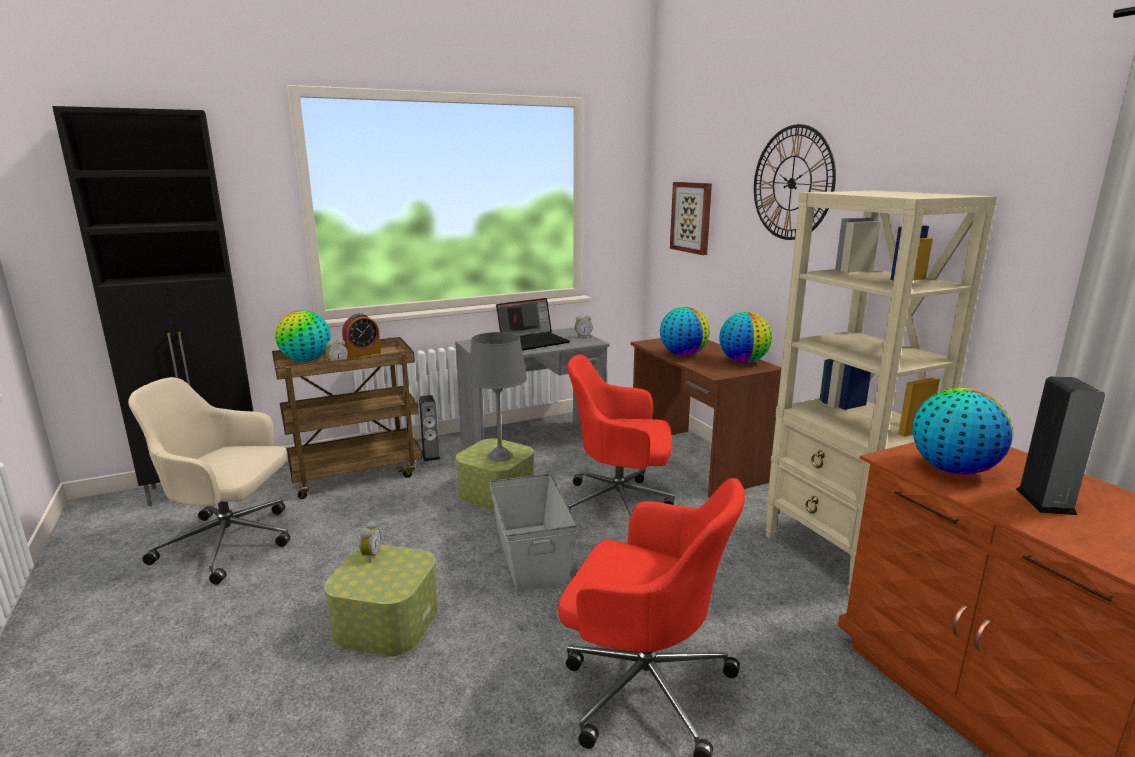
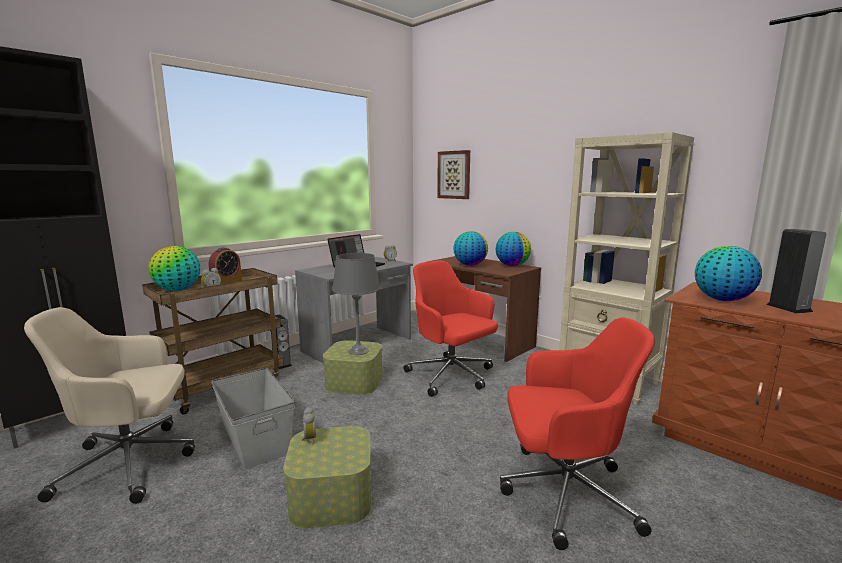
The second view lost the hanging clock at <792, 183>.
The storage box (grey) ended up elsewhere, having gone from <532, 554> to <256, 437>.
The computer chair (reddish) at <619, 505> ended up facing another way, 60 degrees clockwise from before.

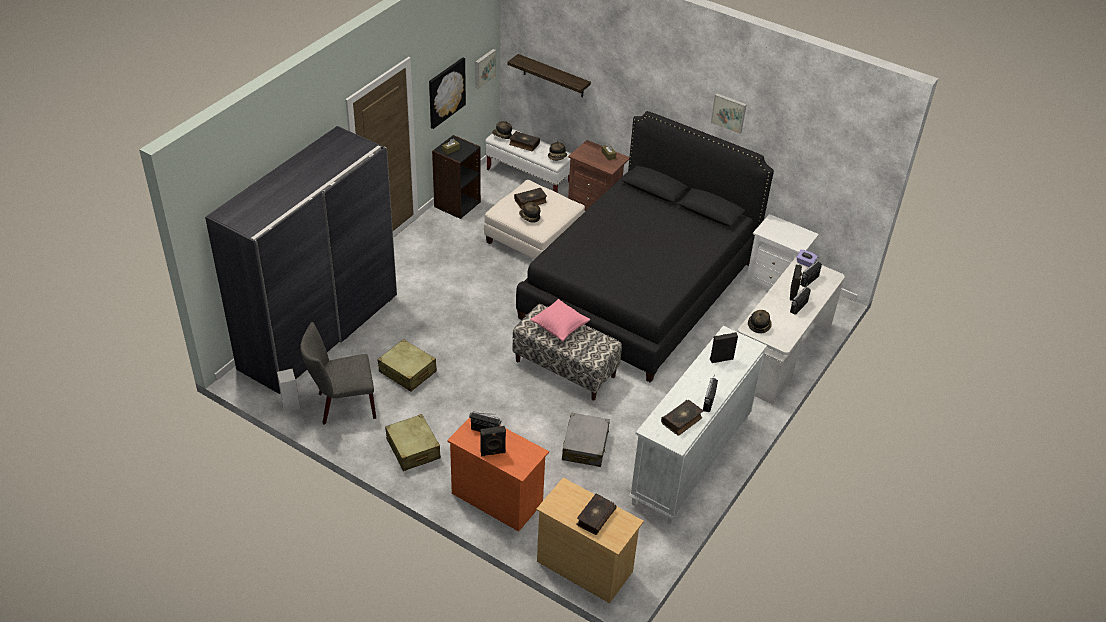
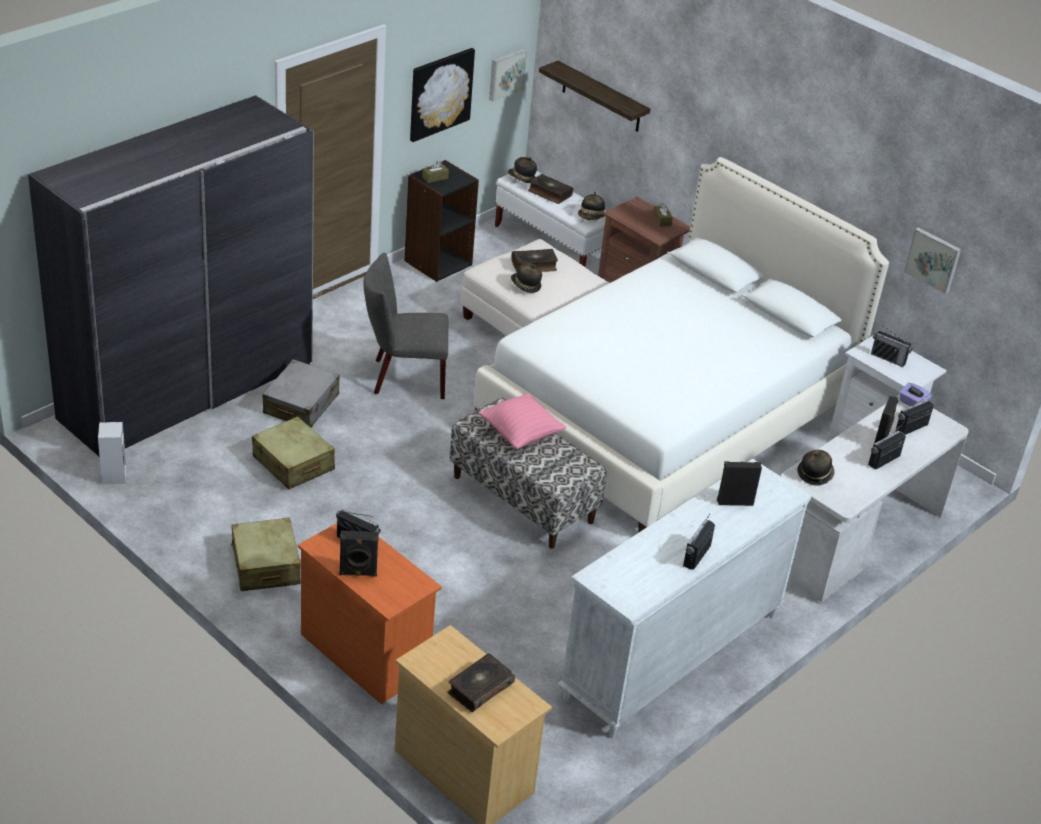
The second view lost the bound book at <682, 420>.
The second view gained the radio set at <888, 358>.
The plain chair (grey) ended up elsewhere, having gone from <342, 405> to <404, 378>.
The suitcase (grey) ended up elsewhere, having gone from <585, 446> to <301, 404>.
The wall picture ended up elsewhere, having gone from <729, 112> to <933, 259>.
What was the sleeping bed (black-coloured) at <639, 289> turned into the sleeping bed (white) at <666, 414>.

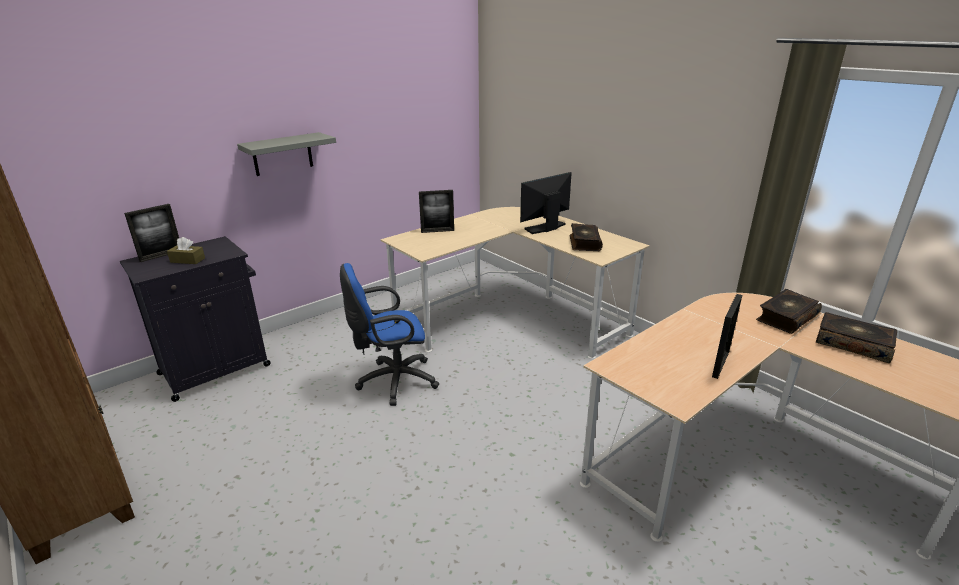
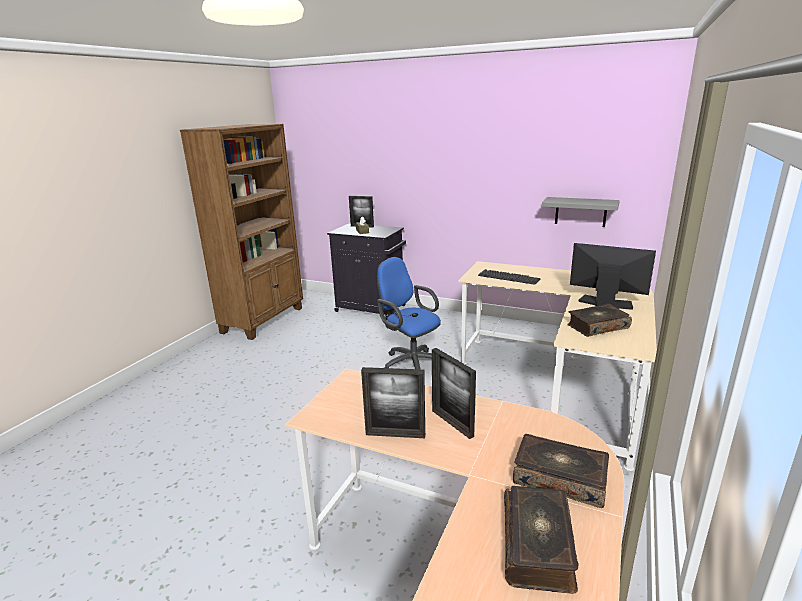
The second view gained the keyboard at <508, 277>.
The wall shelf (grey) ended up elsewhere, having gone from <282, 154> to <580, 211>.
The standing frame ended up elsewhere, having gone from <437, 231> to <452, 423>.

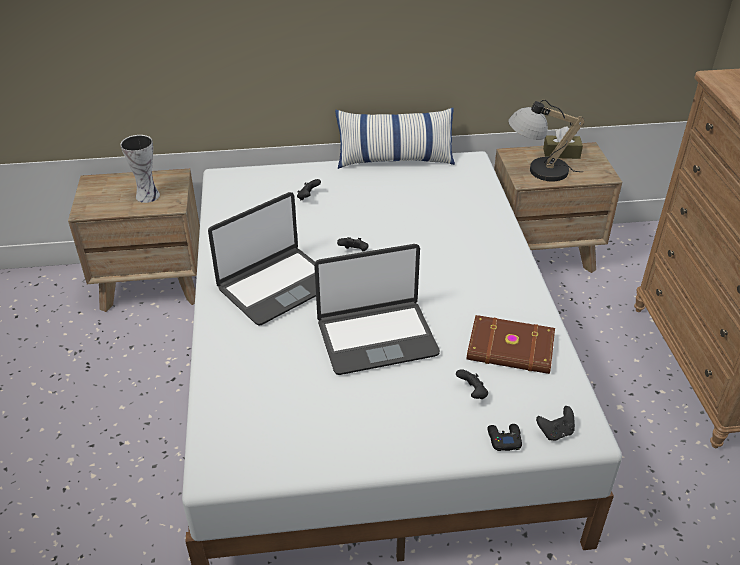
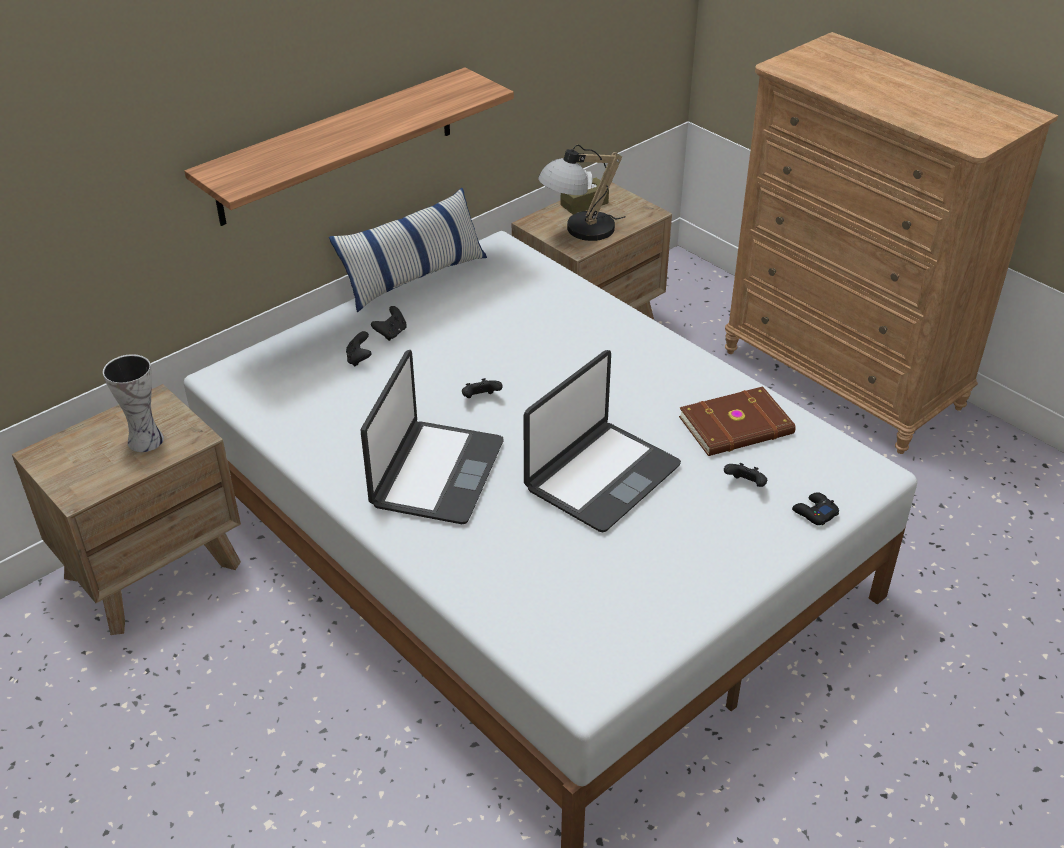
The second view gained the wall shelf at <337, 146>.
The game controller (black-coloured) ended up elsewhere, having gone from <555, 432> to <391, 333>.

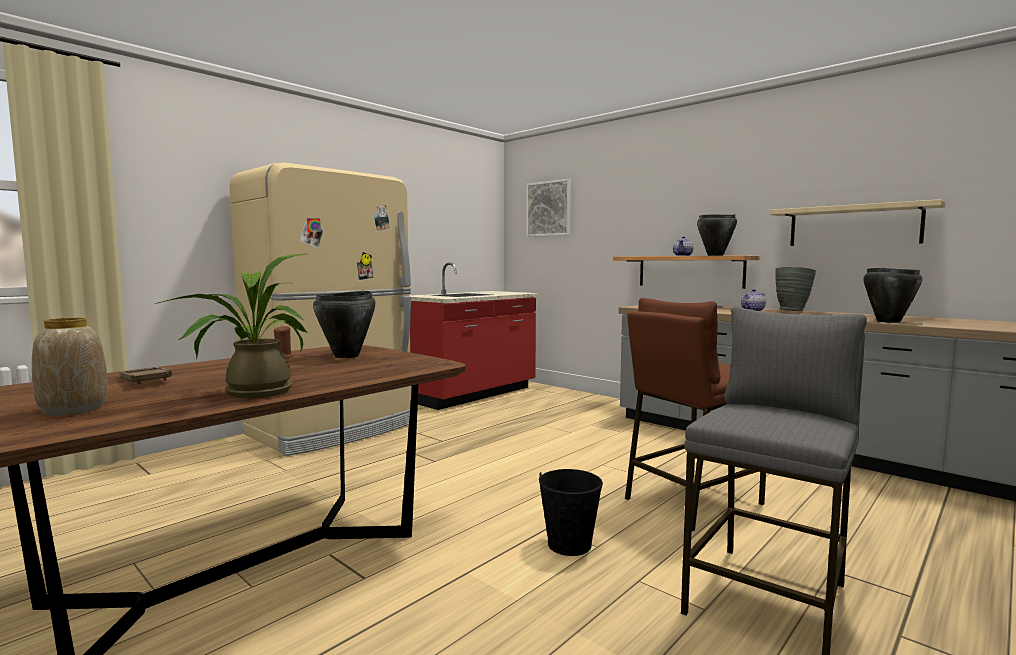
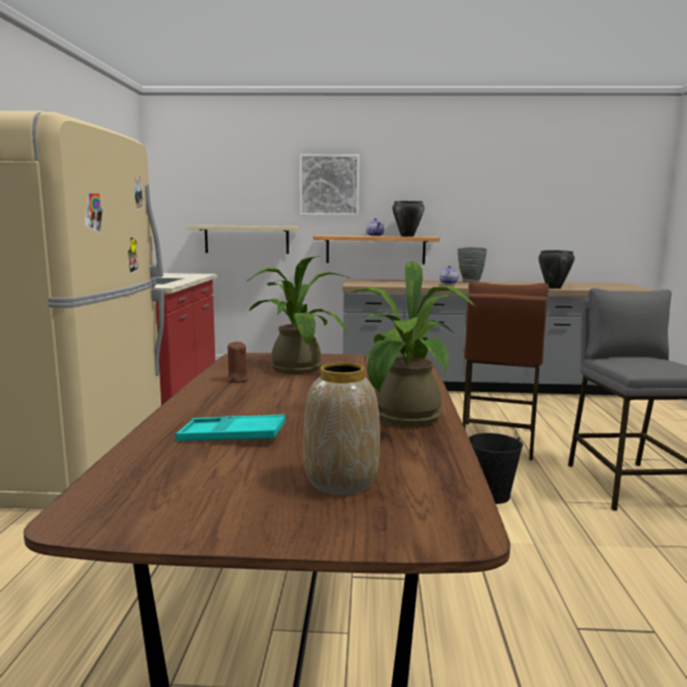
The wall picture ended up elsewhere, having gone from <549, 209> to <329, 185>.
The wall shelf (sand-coloured) ended up elsewhere, having gone from <853, 226> to <246, 239>.
Where the saucepot (black-coloured) stood at <347, 356>, the houseplant came to stand at <295, 367>.
What was the carrying tray (brownish) at <145, 380> turned into the carrying tray (turquoise-coloured) at <231, 436>.

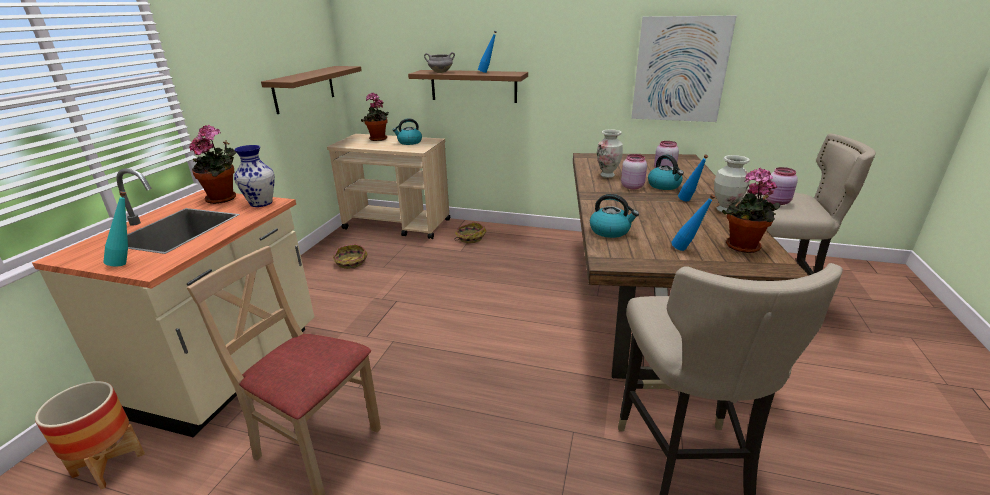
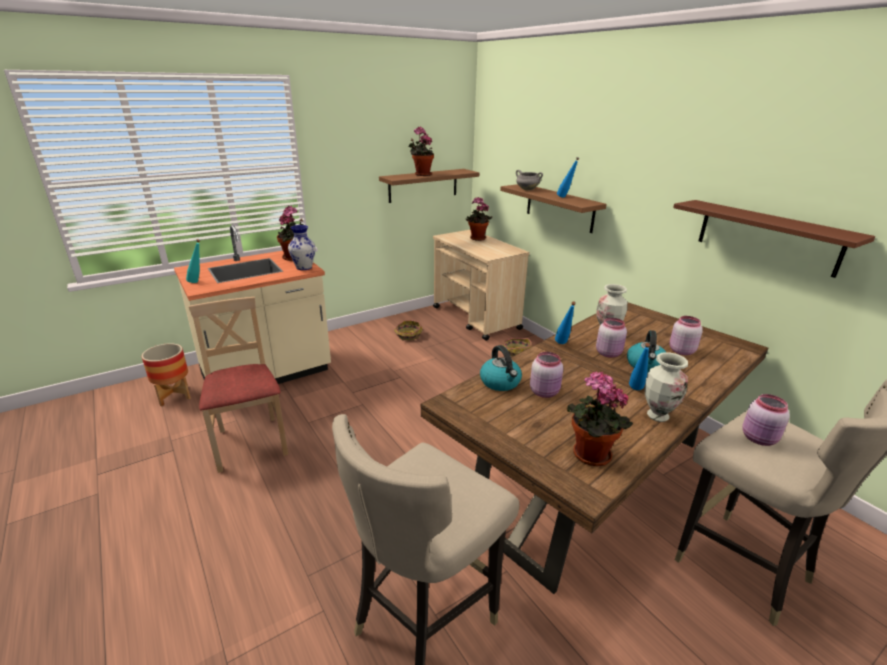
The second view lost the tea kettle at <409, 142>.
The second view gained the houseplant at <421, 174>.
The second view gained the preserve jar (pink) at <545, 392>.
The bottle (blue-coloured) ended up elsewhere, having gone from <687, 250> to <563, 345>.
Where the wall picture hung at <680, 70>, the wall shelf (brownish) came to hang at <767, 236>.

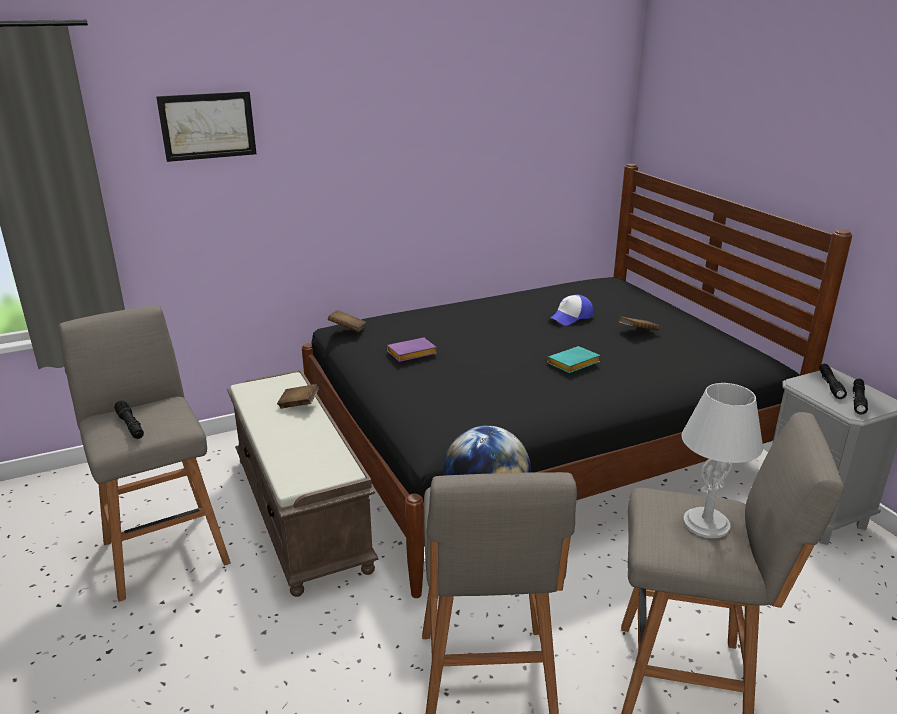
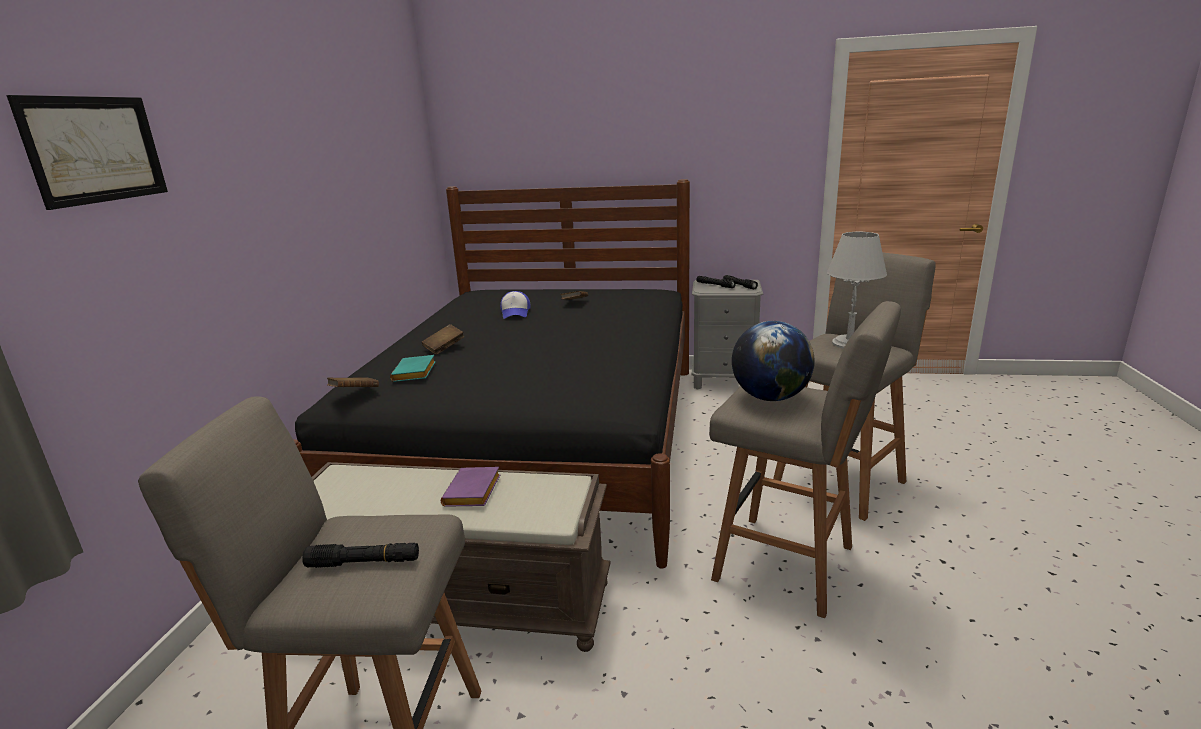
The bound book (brownish) ended up elsewhere, having gone from <299, 405> to <444, 348>.
The bound book (purple) ended up elsewhere, having gone from <411, 354> to <473, 493>.
The bound book (turquoise-coloured) ended up elsewhere, having gone from <573, 364> to <415, 373>.

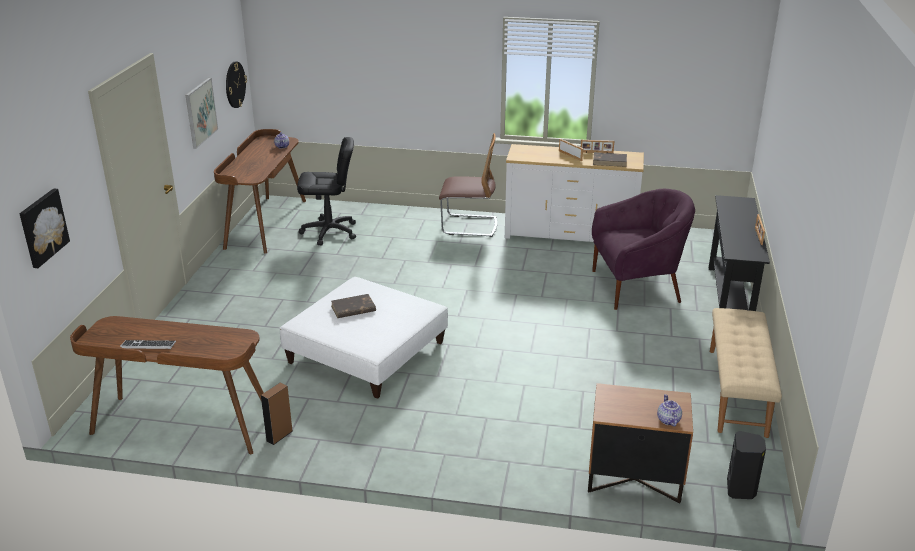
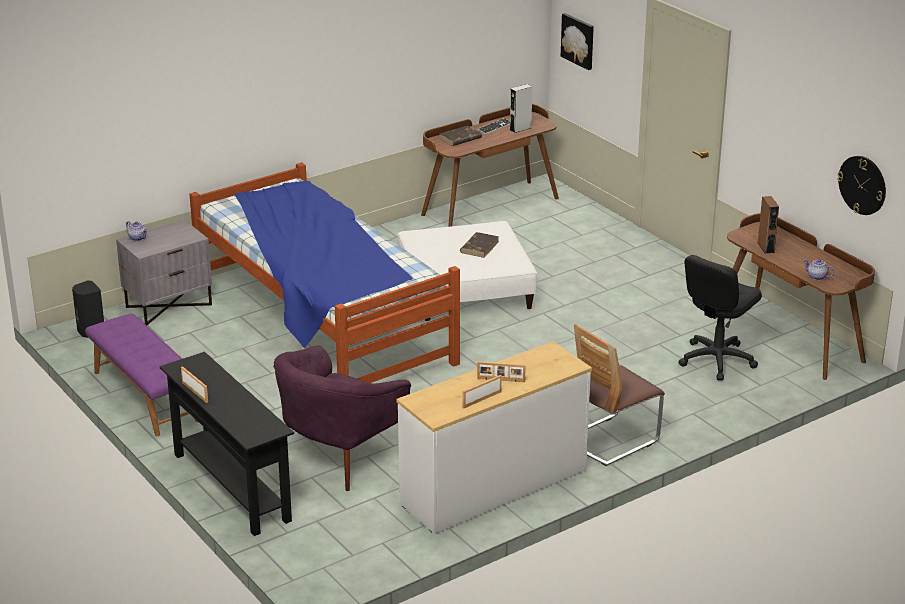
The second view lost the wall picture at <201, 112>.
The second view gained the sleeping bed at <321, 323>.
The second view gained the speaker (grey) at <520, 129>.
The speaker (brownish) ended up elsewhere, having gone from <279, 435> to <765, 247>.
The bound book (brownish) ended up elsewhere, having gone from <610, 161> to <460, 138>.
What was the nightstand (brownish) at <633, 479> turned into the nightstand (grey) at <168, 305>.
What was the long seat (sand-coloured) at <738, 391> turned into the long seat (purple) at <145, 396>.

